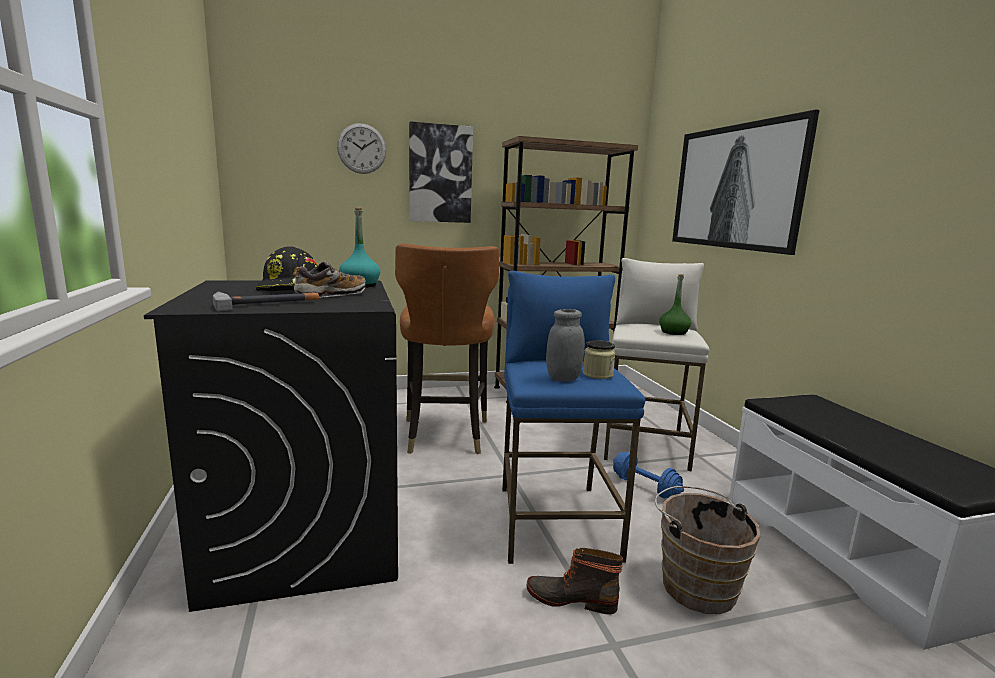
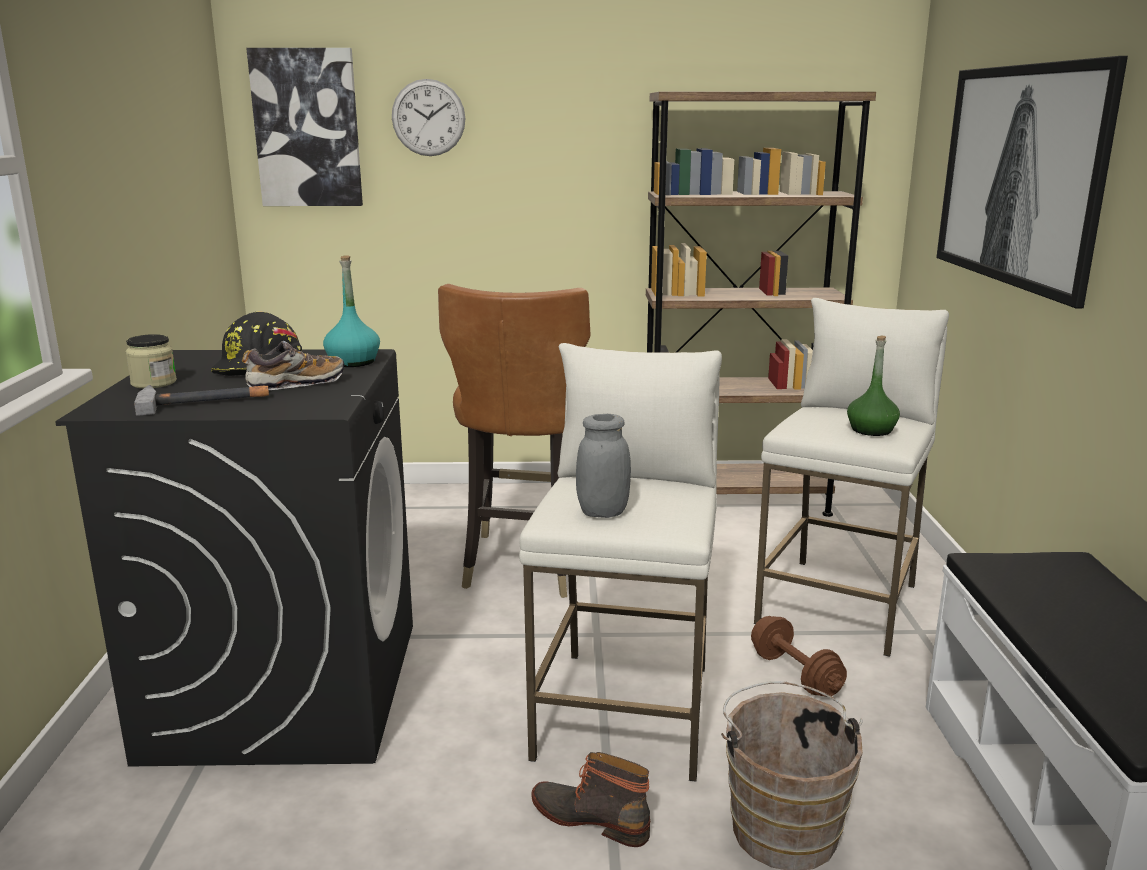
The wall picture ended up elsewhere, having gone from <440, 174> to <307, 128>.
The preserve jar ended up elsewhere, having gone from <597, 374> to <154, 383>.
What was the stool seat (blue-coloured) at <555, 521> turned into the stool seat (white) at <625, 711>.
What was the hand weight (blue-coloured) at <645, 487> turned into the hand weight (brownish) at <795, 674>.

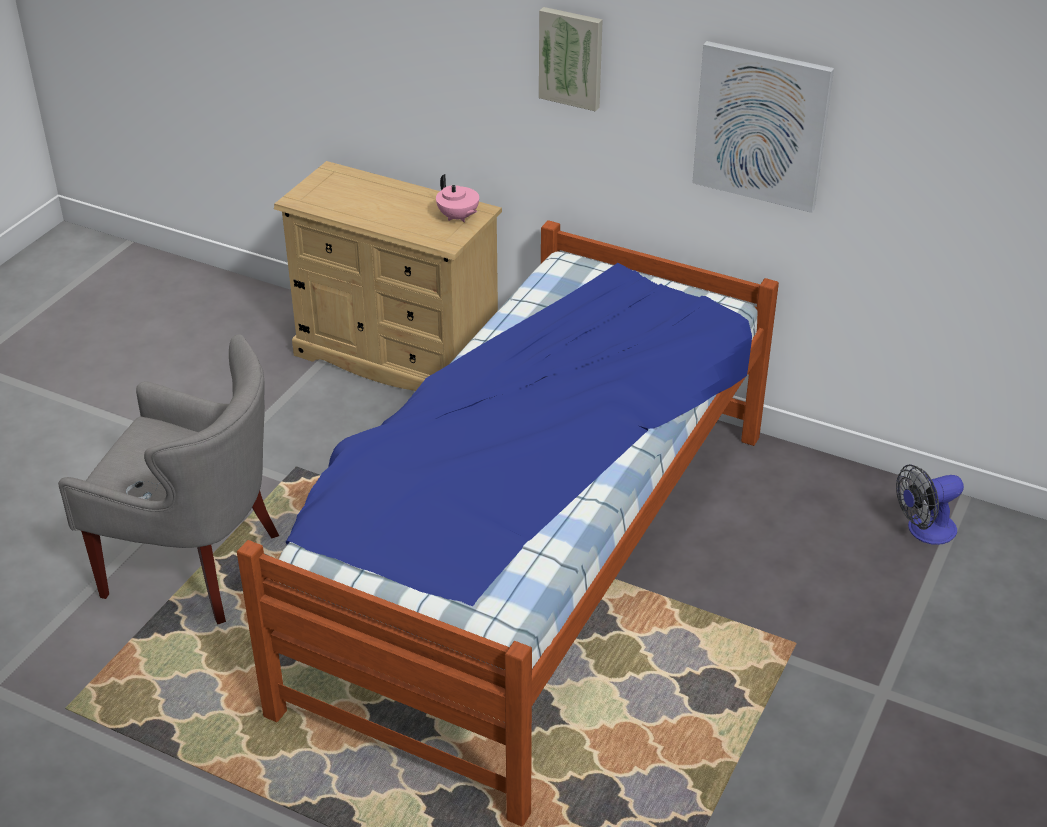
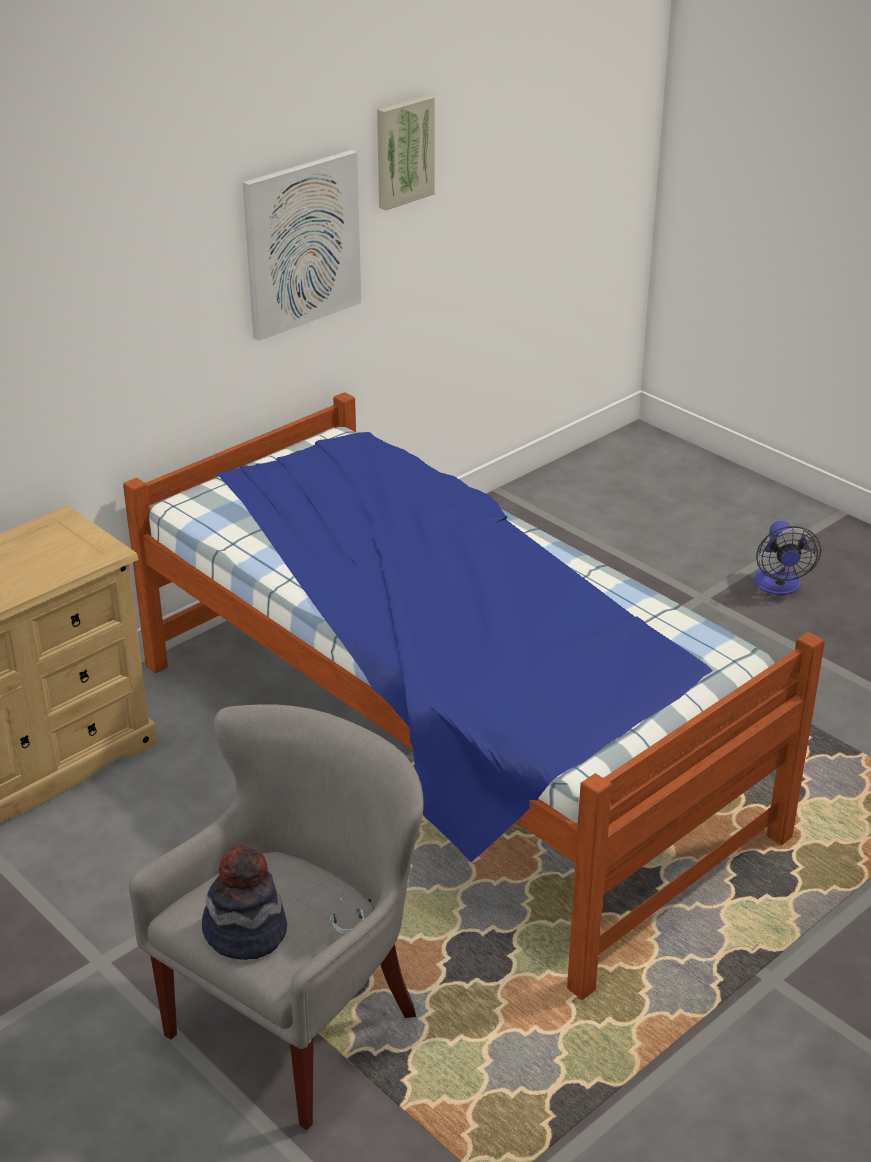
The second view lost the pot for tea (pink) at <458, 217>.
The second view gained the hat at <245, 932>.
The wall picture ended up elsewhere, having gone from <571, 57> to <403, 151>.
The fan ended up elsewhere, having gone from <924, 531> to <779, 587>.

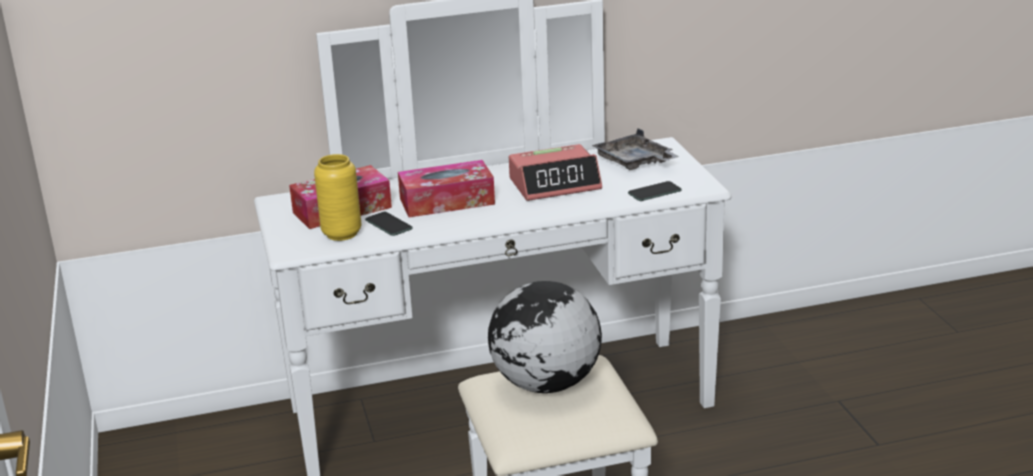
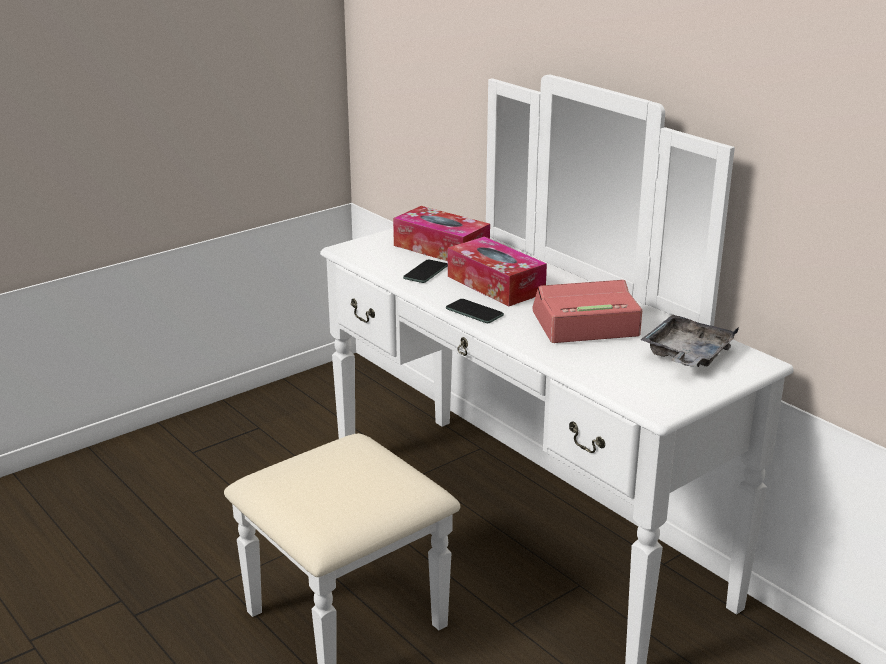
The second view lost the vase (yellowish) at <342, 234>.
The second view lost the desk globe at <545, 384>.
The phone ended up elsewhere, having gone from <654, 192> to <474, 312>.
The alarm clock at <555, 184> ended up facing another way, 120 degrees clockwise from before.

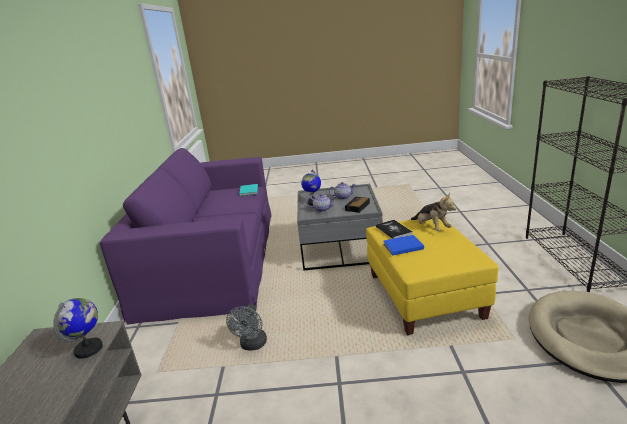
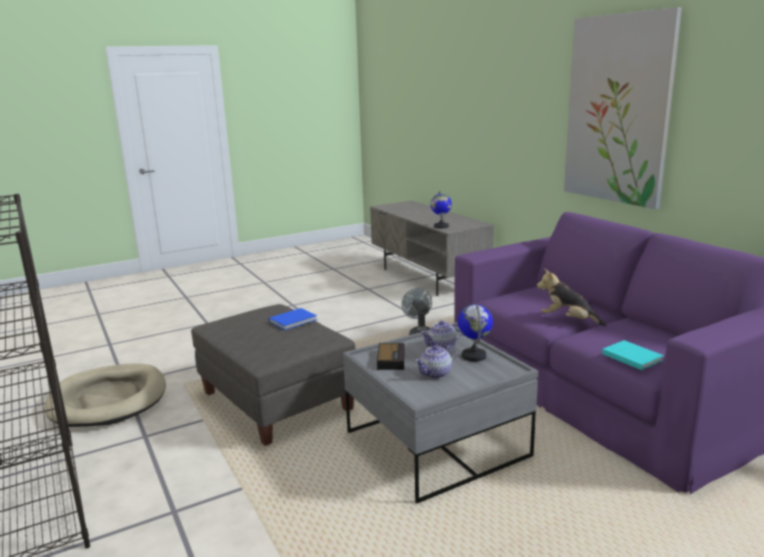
The second view lost the bound book at <393, 230>.
The second view gained the wall picture at <617, 110>.
The soft toy ended up elsewhere, having gone from <431, 228> to <568, 320>.
What was the pouffe (yellowish) at <424, 296> turned into the pouffe (grey) at <276, 402>.

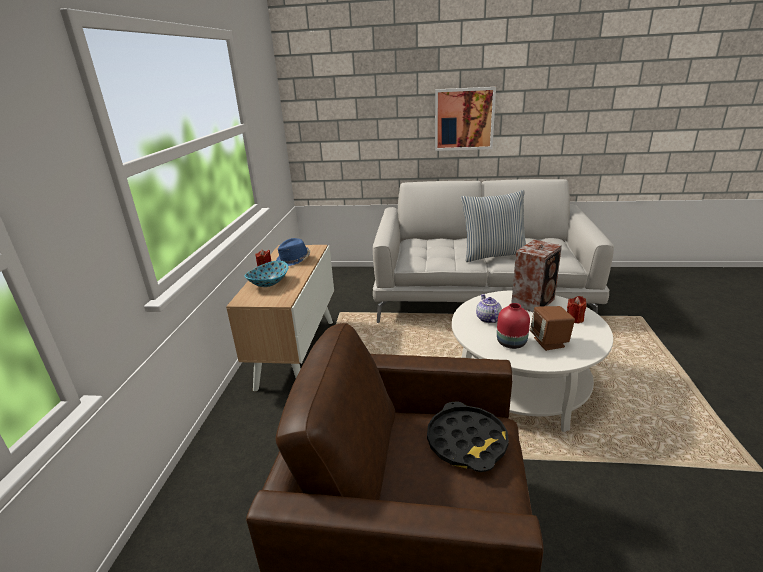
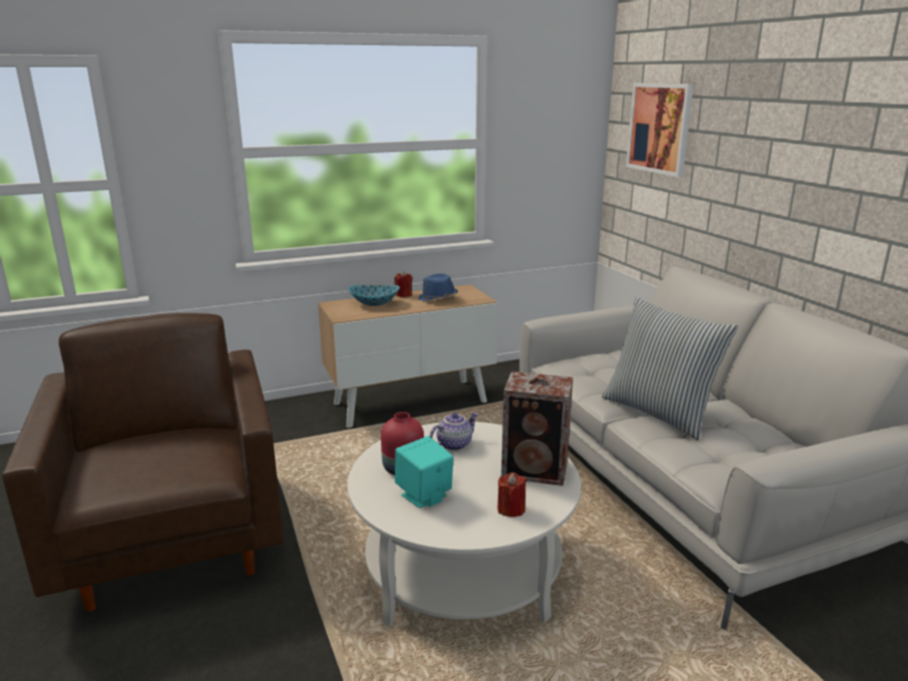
The second view lost the carrying tray (black-coloured) at <466, 442>.
The wall picture ended up elsewhere, having gone from <464, 119> to <659, 128>.
What was the speaker (brownish) at <549, 342> turned into the speaker (turquoise-coloured) at <424, 496>.

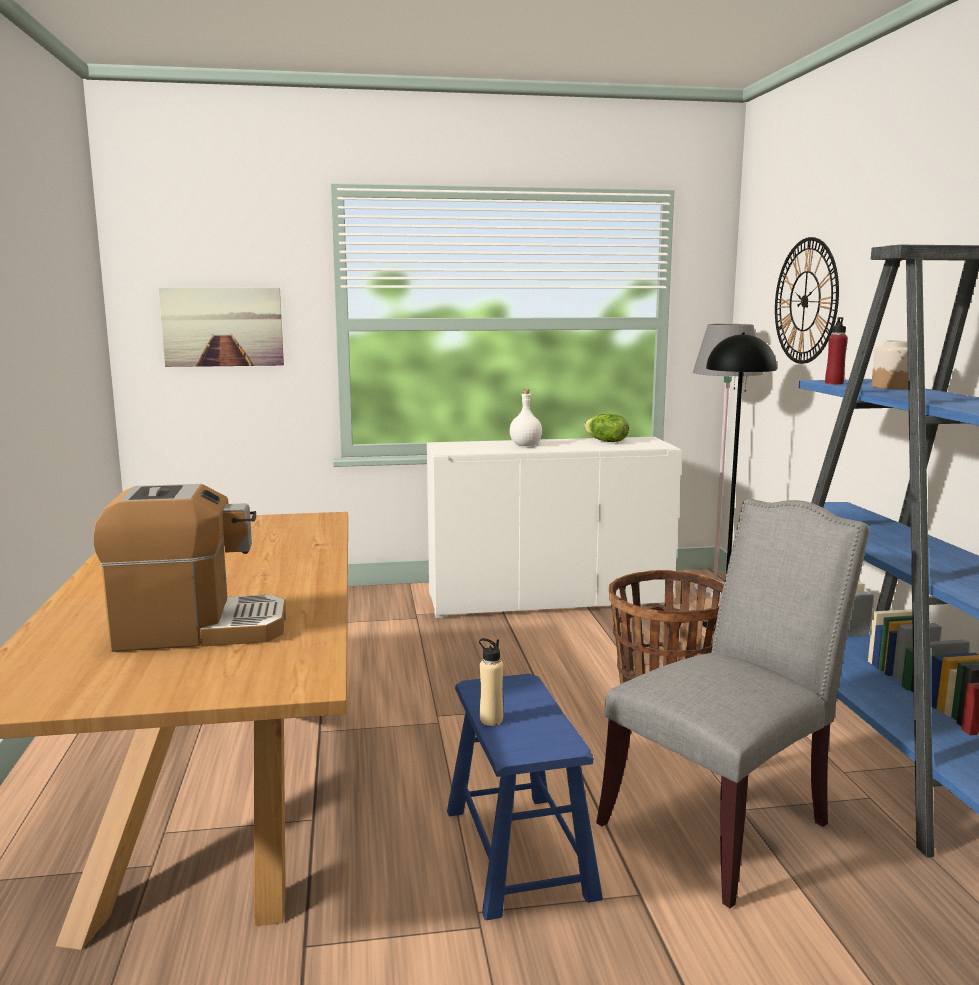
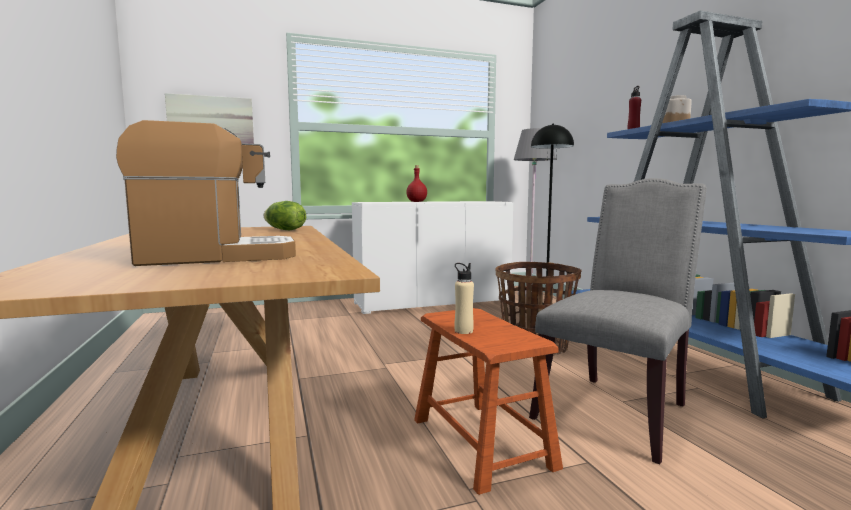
The second view lost the hanging clock at <805, 301>.
The head of lettuce ended up elsewhere, having gone from <606, 441> to <284, 230>.
What was the stool seat (blue-coloured) at <518, 852> turned into the stool seat (brownish) at <481, 442>.
What was the bottle (white) at <526, 445> turned into the bottle (reddish) at <417, 201>.

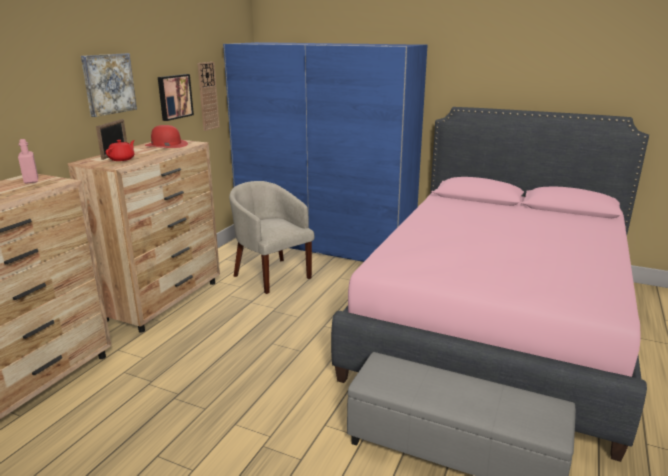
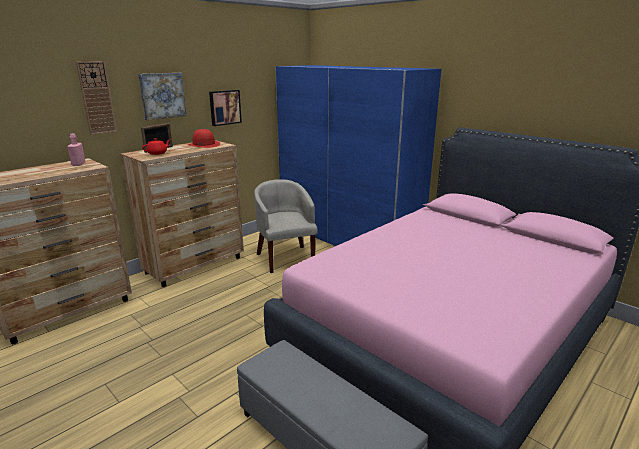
The hanging clock ended up elsewhere, having gone from <208, 96> to <97, 98>.

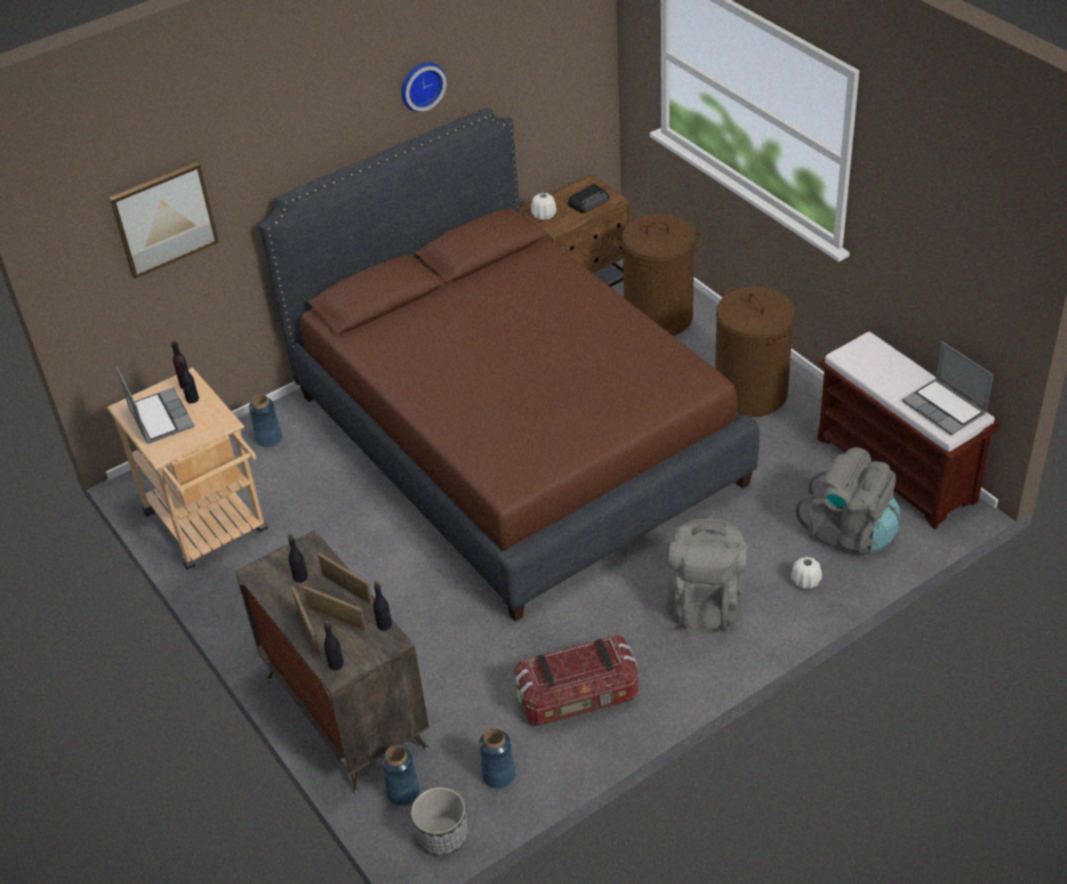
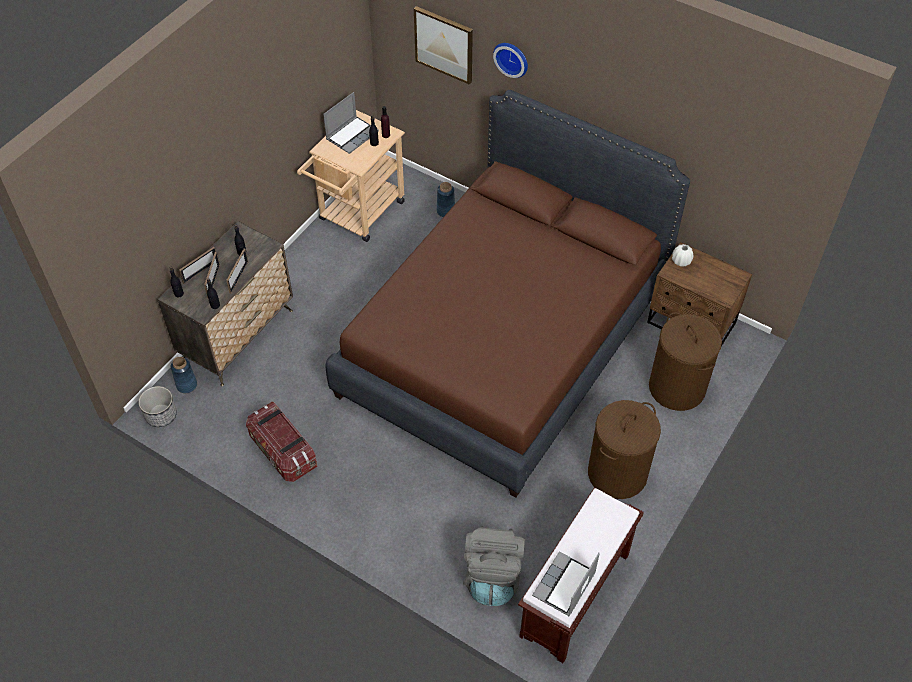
The second view lost the vase (blue-coloured) at <499, 775>.
The second view lost the radio set at <589, 202>.
The second view lost the rucksack (grey) at <706, 601>.
The second view lost the vase (white) at <805, 581>.
The hanging clock ended up elsewhere, having gone from <421, 85> to <512, 58>.

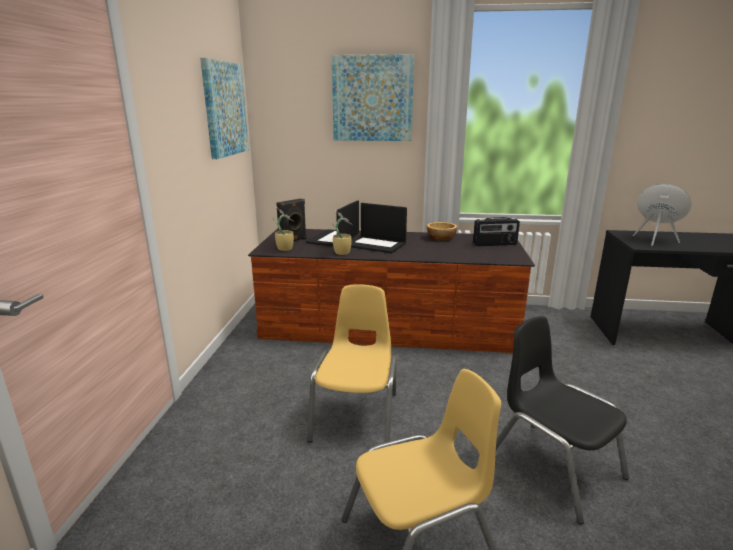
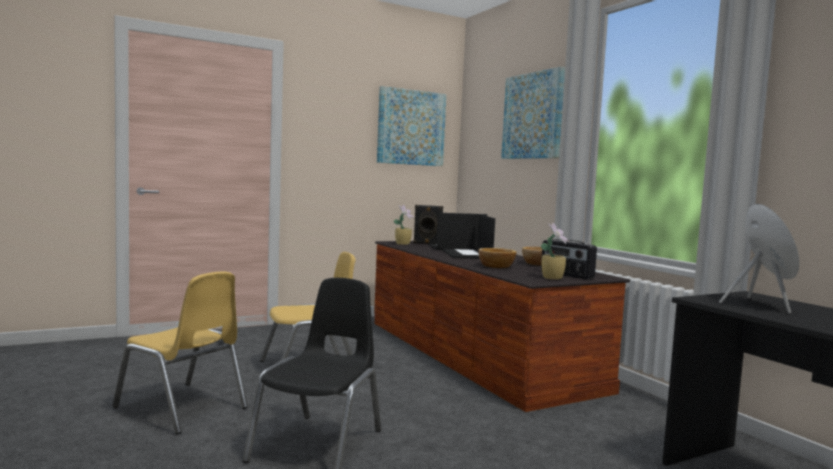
The second view gained the deep dish at <496, 266>.
The houseplant ended up elsewhere, having gone from <342, 252> to <553, 278>.

